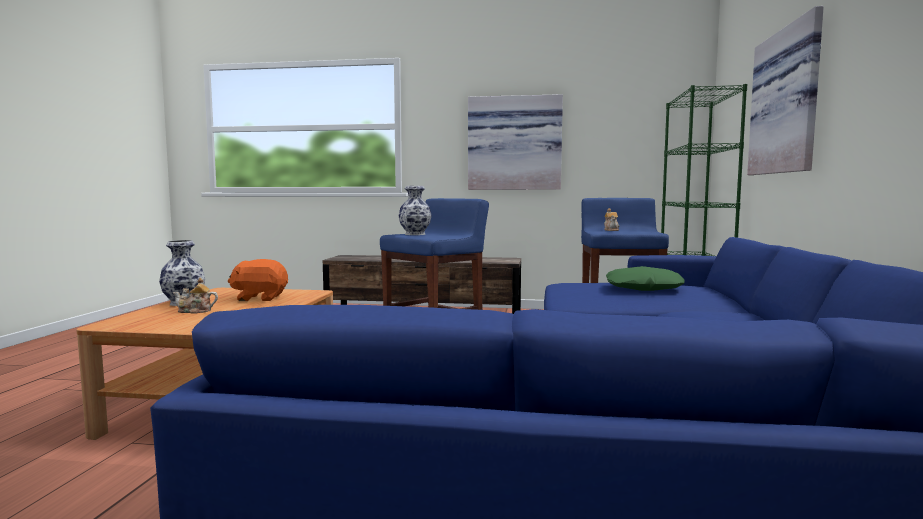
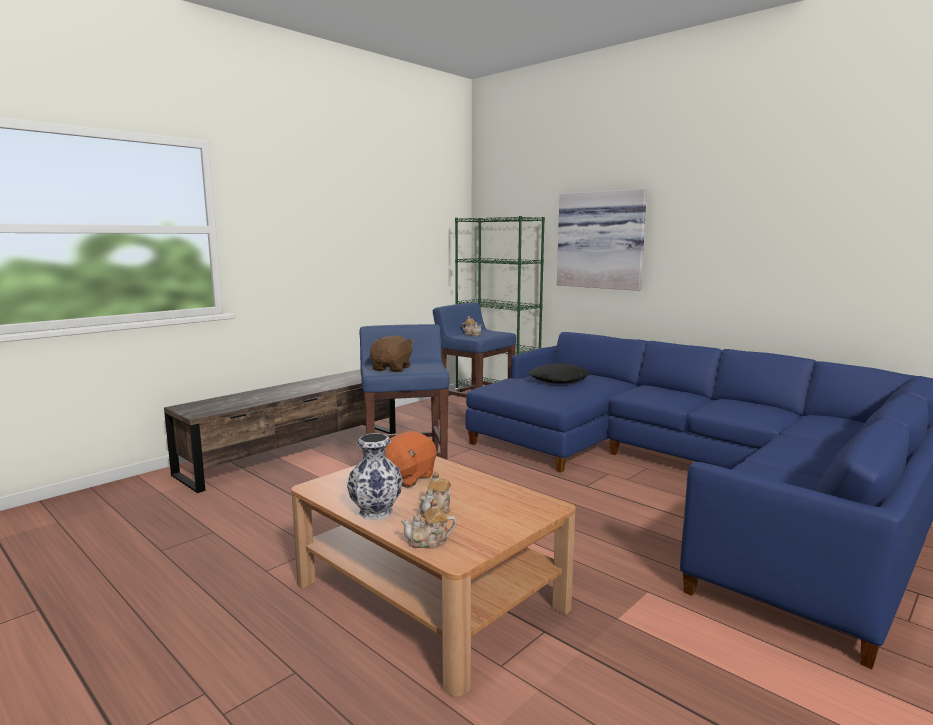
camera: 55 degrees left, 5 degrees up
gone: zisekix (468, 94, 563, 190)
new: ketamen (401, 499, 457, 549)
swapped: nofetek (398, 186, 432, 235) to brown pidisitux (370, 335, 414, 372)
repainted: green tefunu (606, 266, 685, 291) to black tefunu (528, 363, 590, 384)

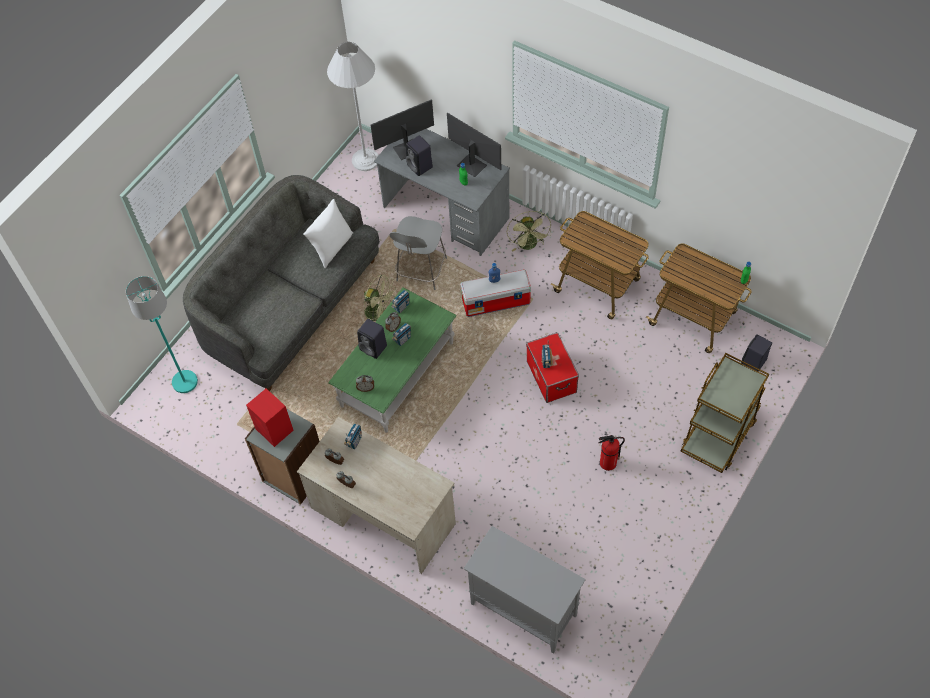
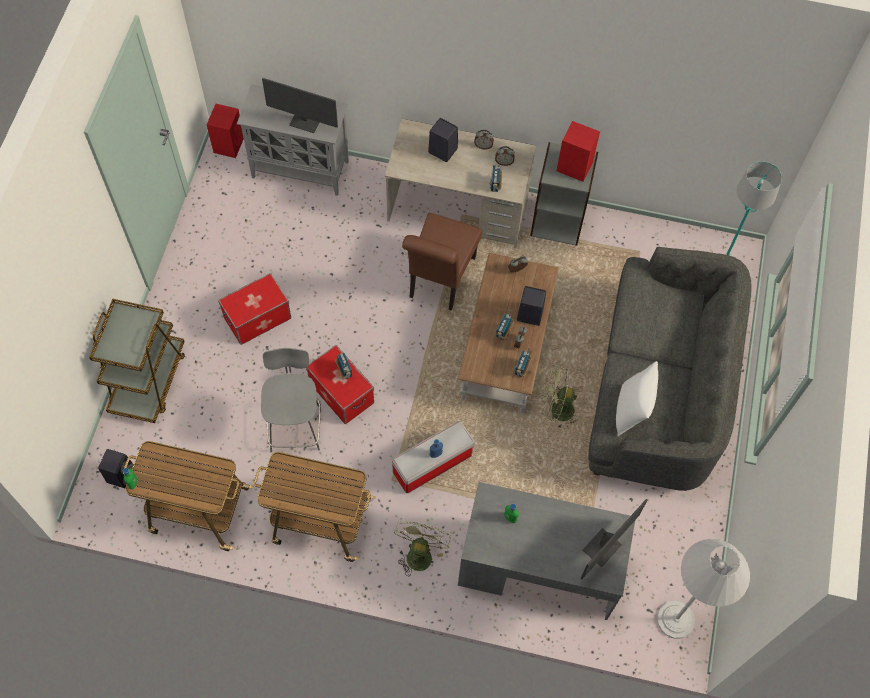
camera: 155 degrees right, 5 degrees up
new: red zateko (207, 104, 244, 158); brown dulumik (402, 213, 482, 311)
shifted: grey dulumik (389, 216, 447, 290) to (261, 348, 321, 452); black zateko (406, 136, 433, 176) to (428, 118, 458, 162); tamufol (447, 113, 501, 177) to (262, 78, 338, 133)
swapped: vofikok (599, 434, 625, 471) to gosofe (218, 273, 291, 345)
repainted: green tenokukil (328, 288, 457, 433) to brown tenokukil (458, 253, 559, 413)
rotated: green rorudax (507, 211, 551, 251) = (394, 521, 451, 576) 45 degrees clockwise

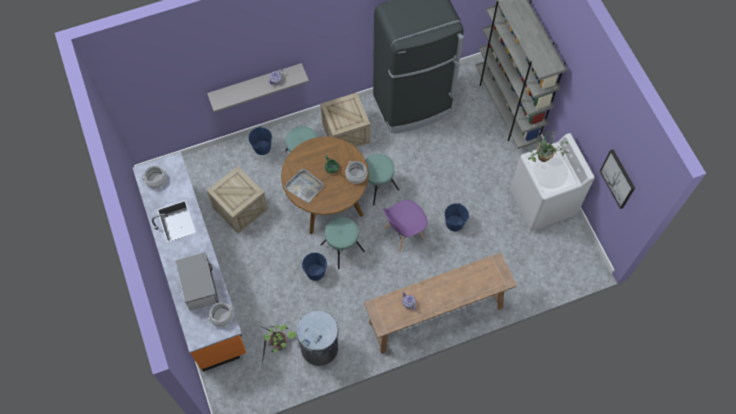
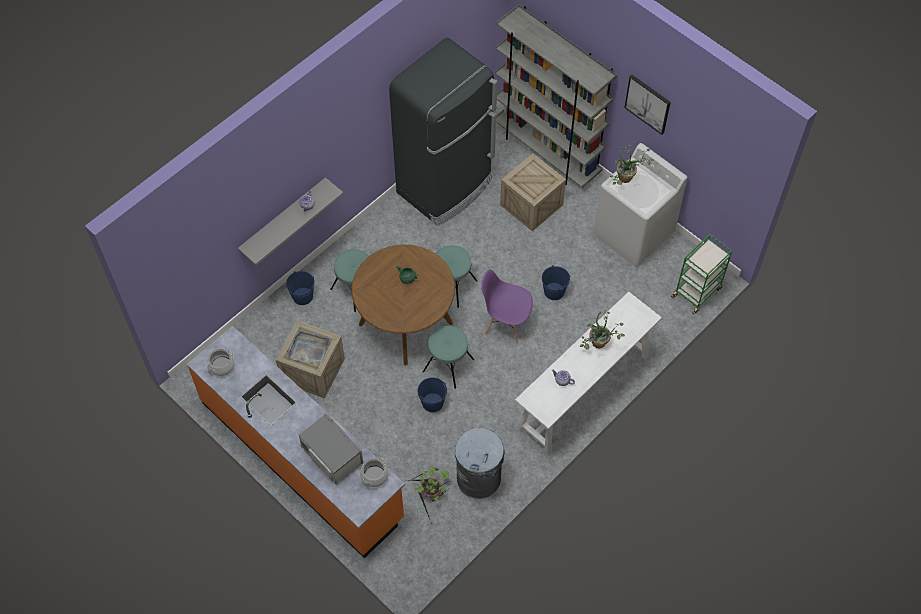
camera: 25 degrees left, 5 degrees down
gone: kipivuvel (345, 161, 367, 184)
new: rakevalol (580, 311, 625, 350); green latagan (671, 234, 732, 314)
shifted: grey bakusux (284, 169, 324, 203) to (287, 330, 330, 364); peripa (320, 93, 370, 147) to (500, 153, 566, 232); zisekix (600, 149, 635, 209) to (624, 75, 671, 135)
repainted: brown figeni (364, 252, 517, 354) to white figeni (515, 292, 662, 456)
rotated: purple dulumik (383, 200, 427, 253) = (481, 269, 533, 344) 75 degrees clockwise

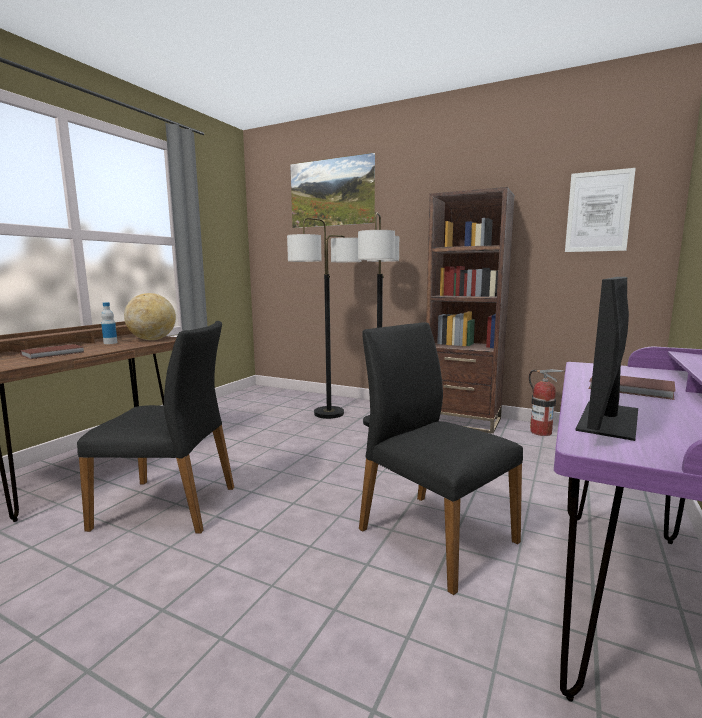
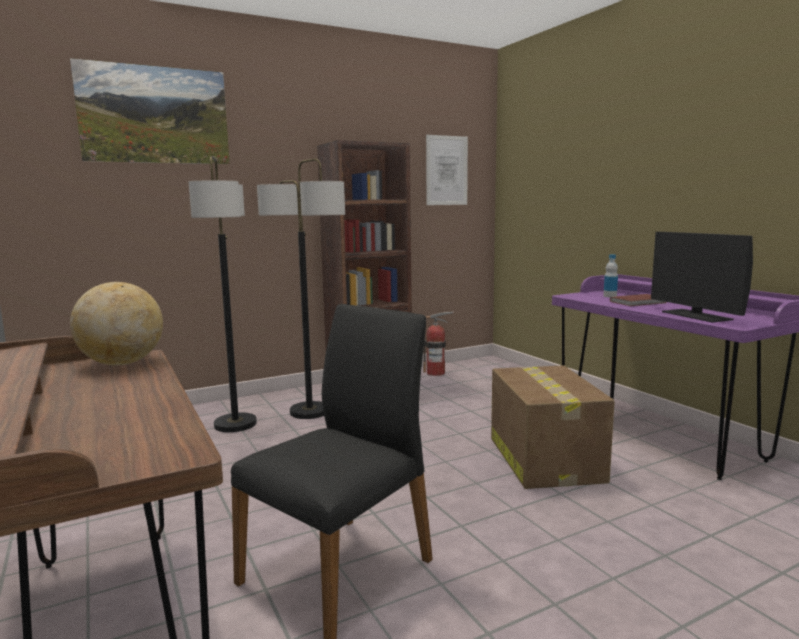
camera: 55 degrees left, 0 degrees up
gone: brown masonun (20, 344, 84, 359)
shifted: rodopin (101, 302, 118, 344) to (603, 254, 618, 297)
swapped: black dulumik (359, 322, 523, 595) to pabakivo (491, 365, 615, 489)

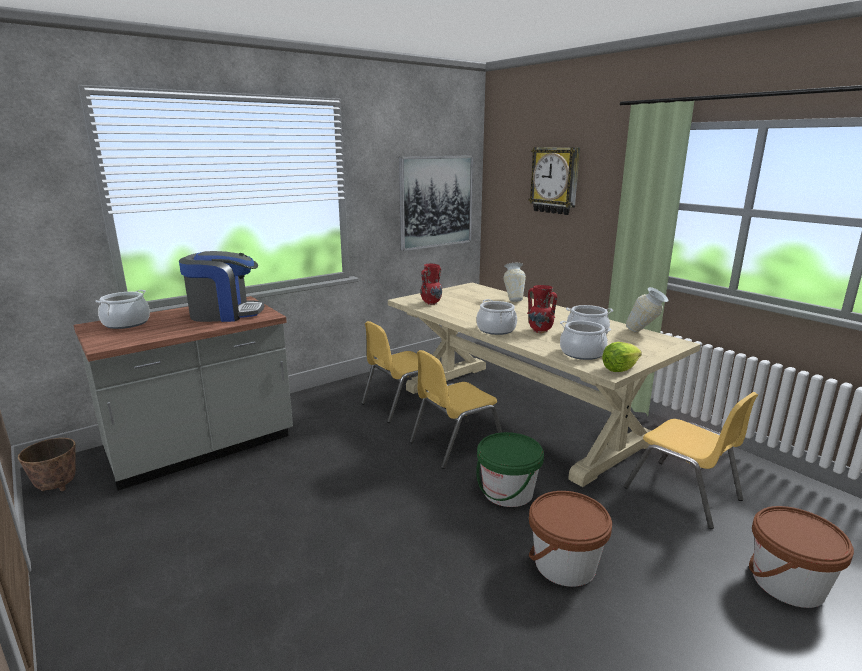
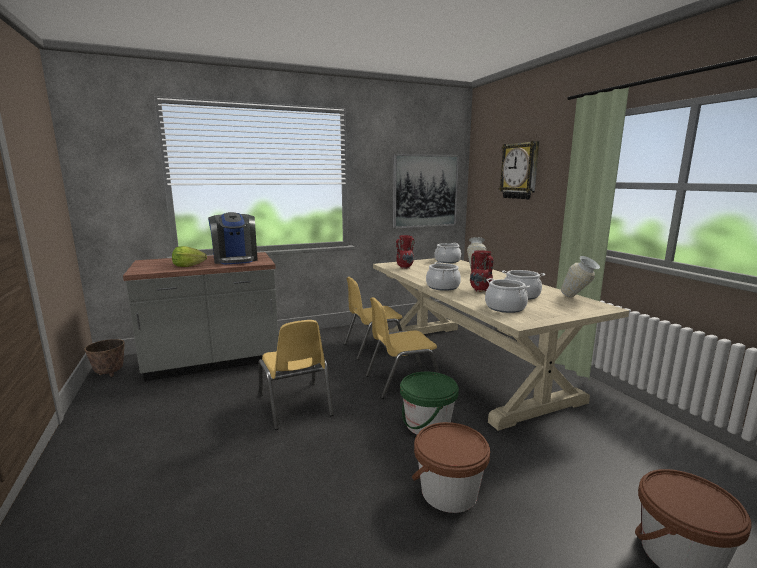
camera: 15 degrees right, 5 degrees down
shifted: kipivuvel (95, 290, 150, 329) to (435, 243, 461, 263); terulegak (602, 342, 642, 372) to (172, 246, 207, 267); yellow dulumik (624, 392, 758, 529) to (258, 320, 333, 430)
rotated: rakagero (179, 251, 265, 322) = (208, 212, 258, 265) 60 degrees clockwise

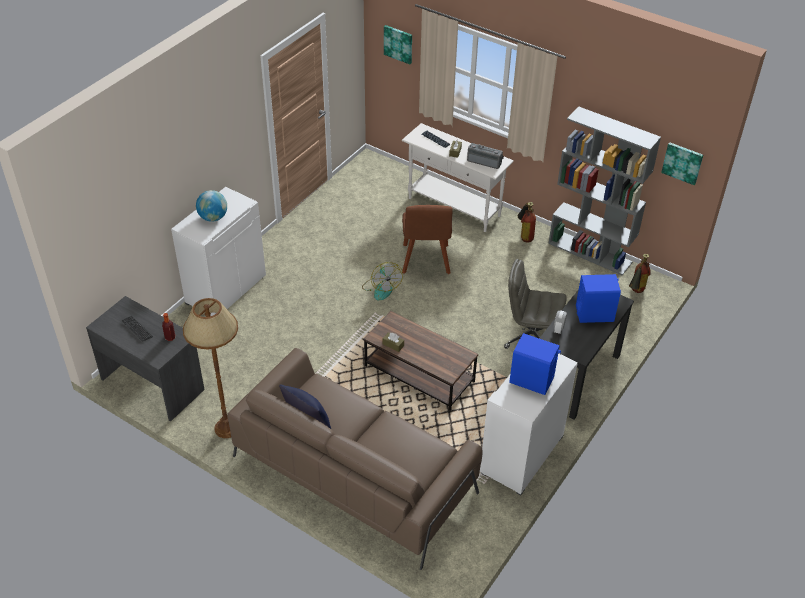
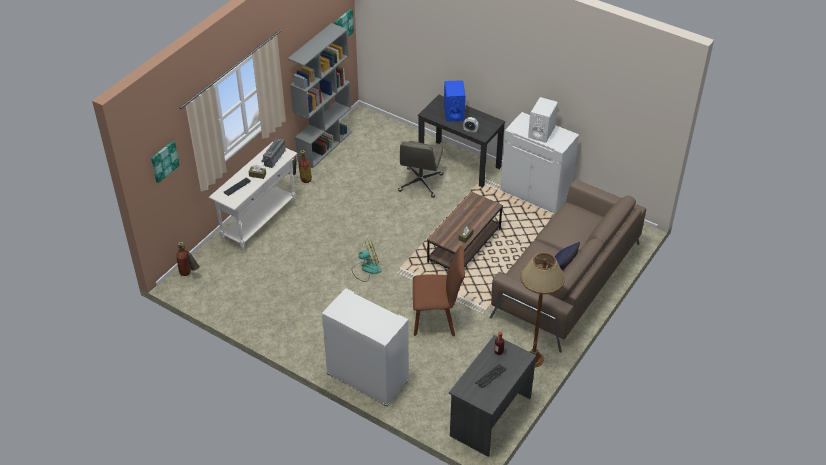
camera: 90 degrees left, 0 degrees up
gone: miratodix (196, 190, 227, 222)
shifted: brown dulumik (402, 205, 453, 274) to (413, 246, 465, 337); vofikok (629, 254, 651, 293) to (176, 242, 200, 276)
repainted: blue zateko (509, 333, 561, 395) to white zateko (528, 97, 558, 143)

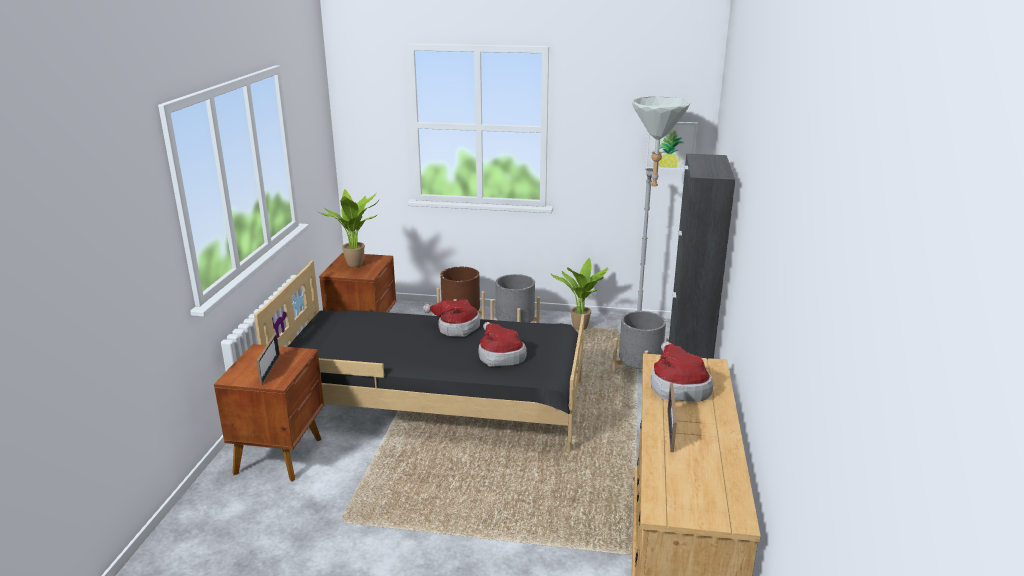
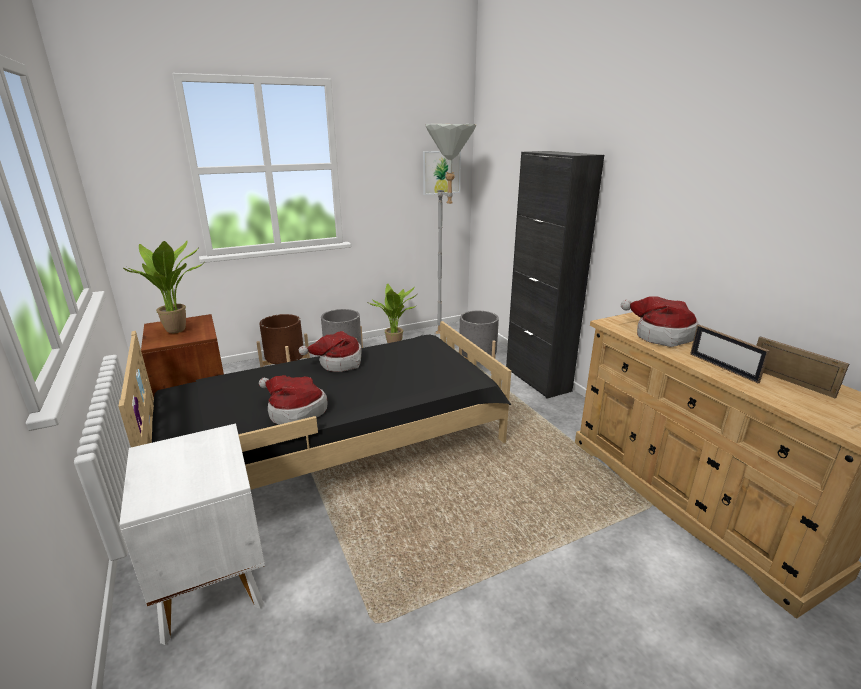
camera: 35 degrees left, 0 degrees up
shifted: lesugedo (256, 333, 280, 385) to (756, 336, 849, 398); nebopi (478, 322, 527, 367) to (259, 375, 328, 425)
repainted: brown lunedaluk (214, 344, 324, 482) to white lunedaluk (119, 423, 265, 645)

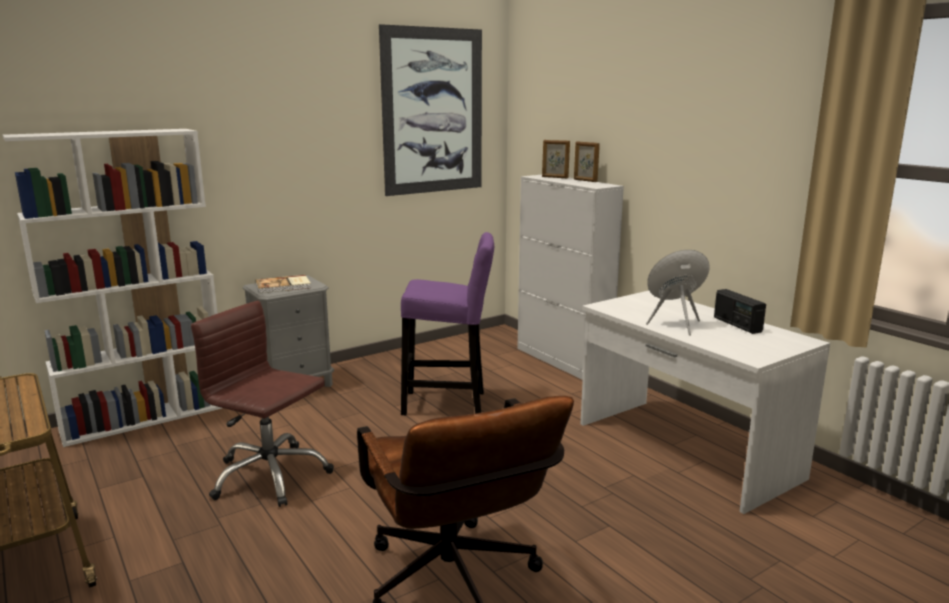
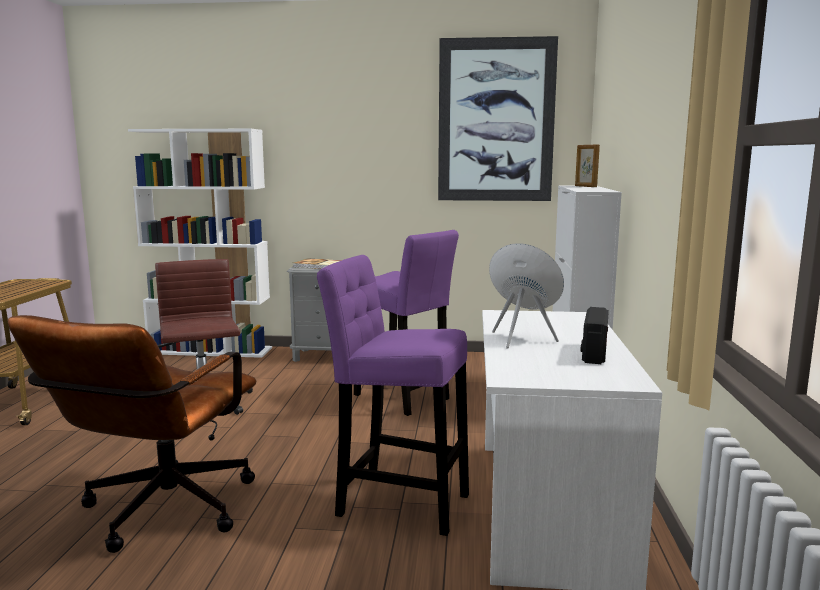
camera: 40 degrees right, 5 degrees down
gone: lesugedo (574, 141, 600, 182)
new: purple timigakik (317, 255, 469, 536)

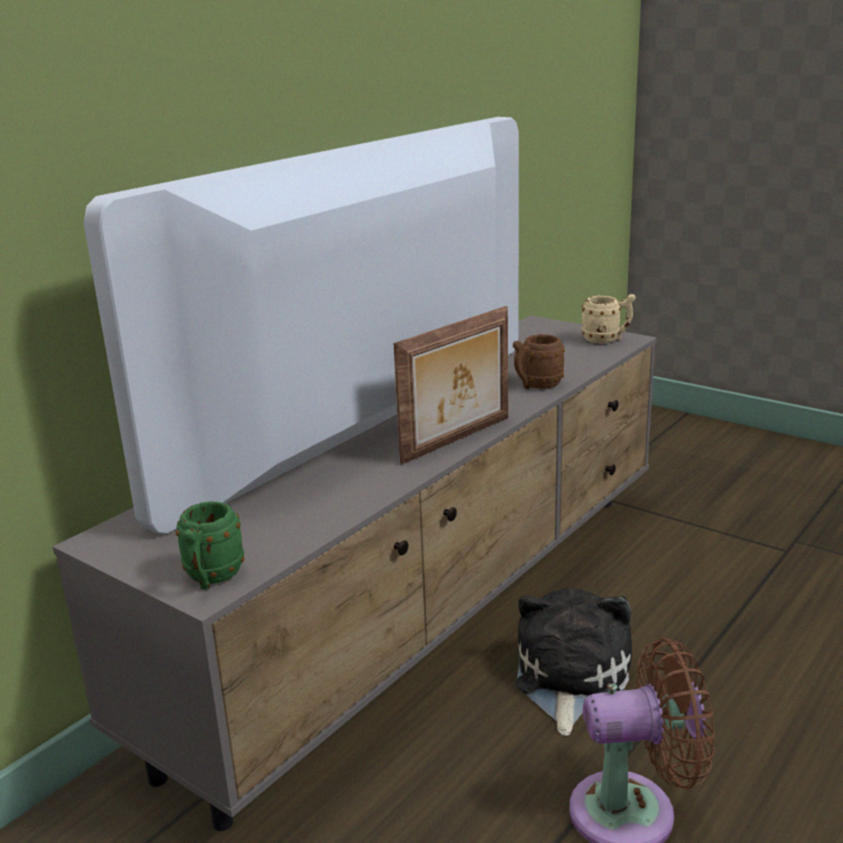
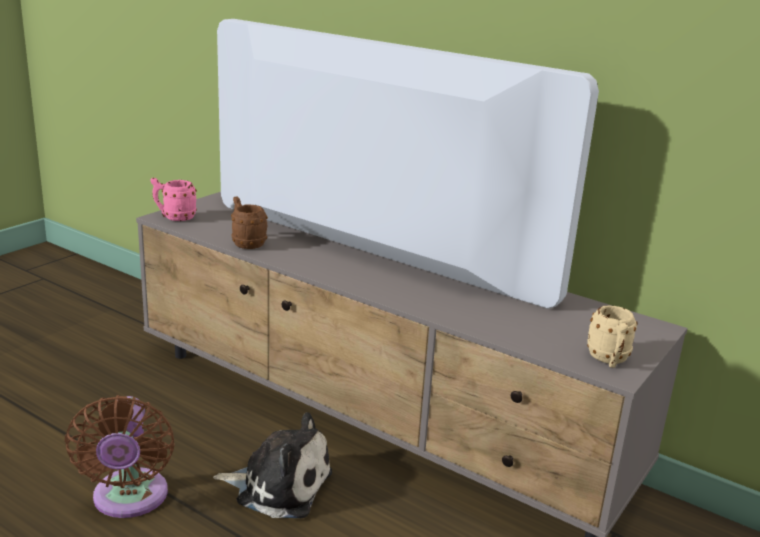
camera: 85 degrees right, 0 degrees up
gone: lesugedo (394, 306, 508, 464)
shifted: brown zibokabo (513, 334, 565, 389) to (231, 197, 268, 249)
repainted: green zibokabo (176, 501, 244, 590) to pink zibokabo (150, 178, 197, 221)

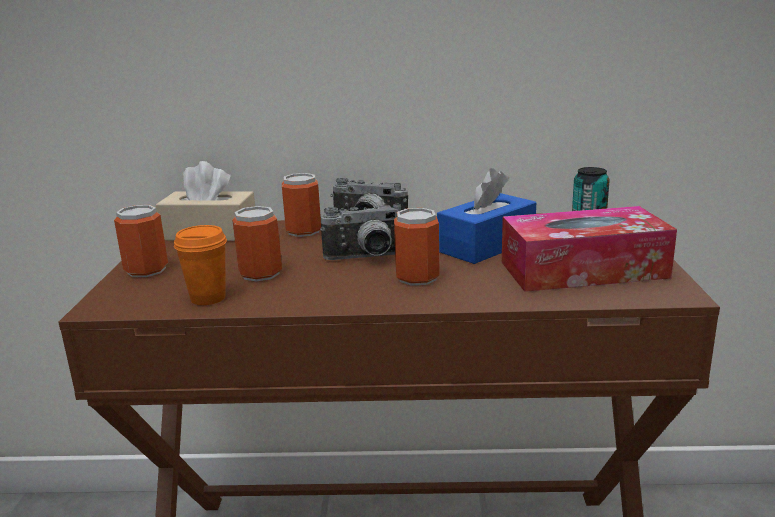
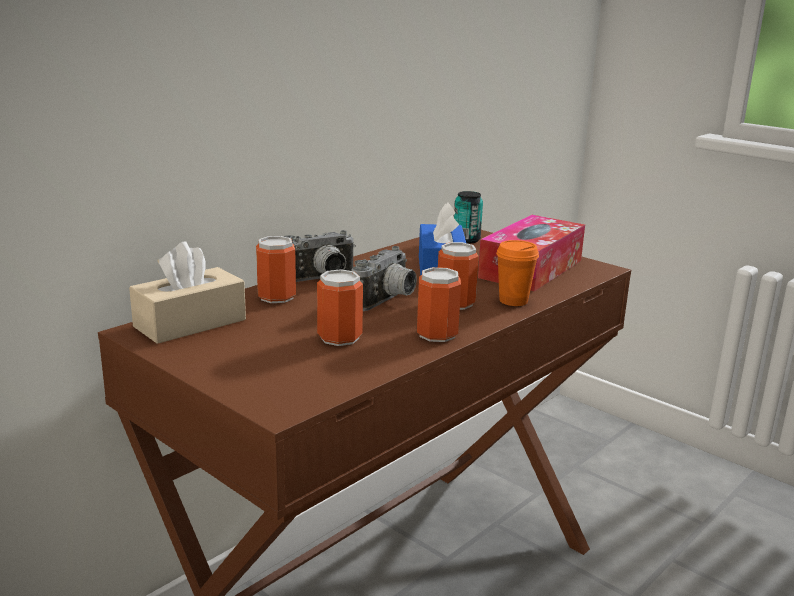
camera: 50 degrees left, 0 degrees up
shifted: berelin (114, 205, 168, 277) to (417, 267, 461, 342); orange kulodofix (174, 225, 227, 305) to (496, 240, 539, 306)

